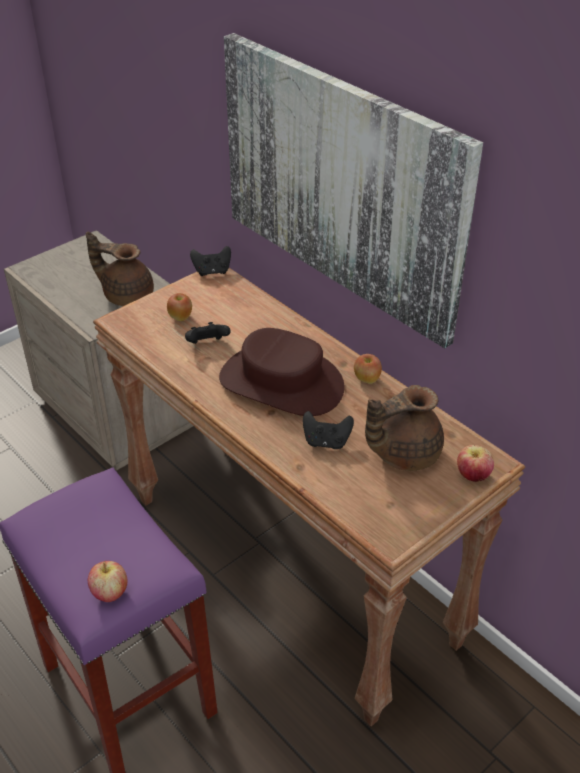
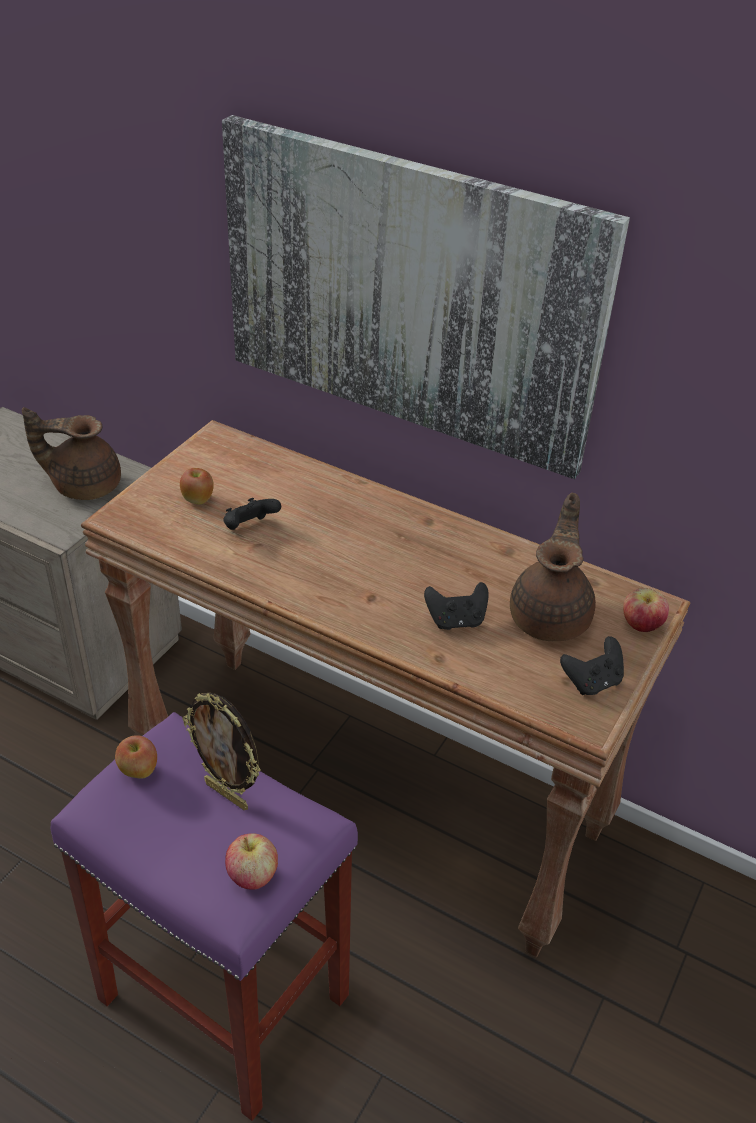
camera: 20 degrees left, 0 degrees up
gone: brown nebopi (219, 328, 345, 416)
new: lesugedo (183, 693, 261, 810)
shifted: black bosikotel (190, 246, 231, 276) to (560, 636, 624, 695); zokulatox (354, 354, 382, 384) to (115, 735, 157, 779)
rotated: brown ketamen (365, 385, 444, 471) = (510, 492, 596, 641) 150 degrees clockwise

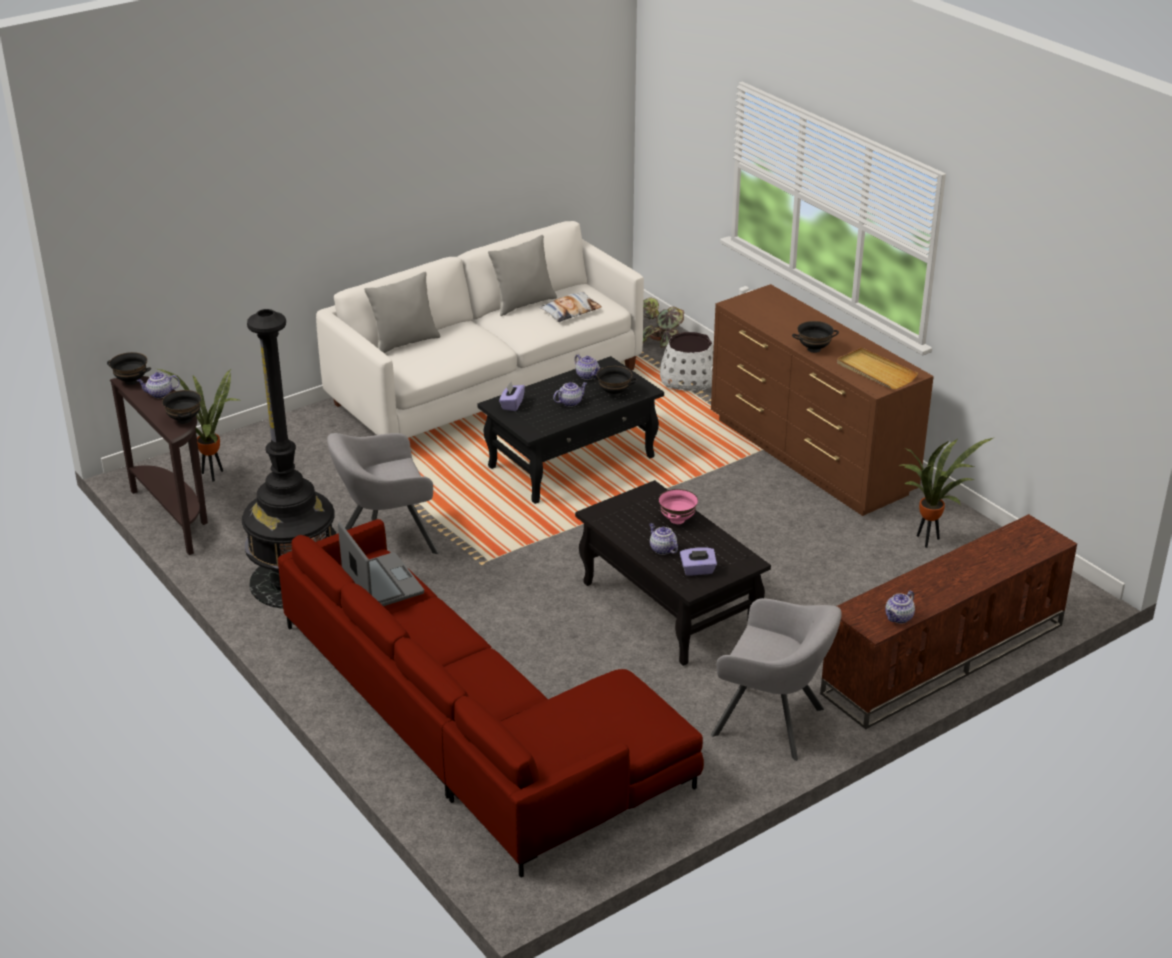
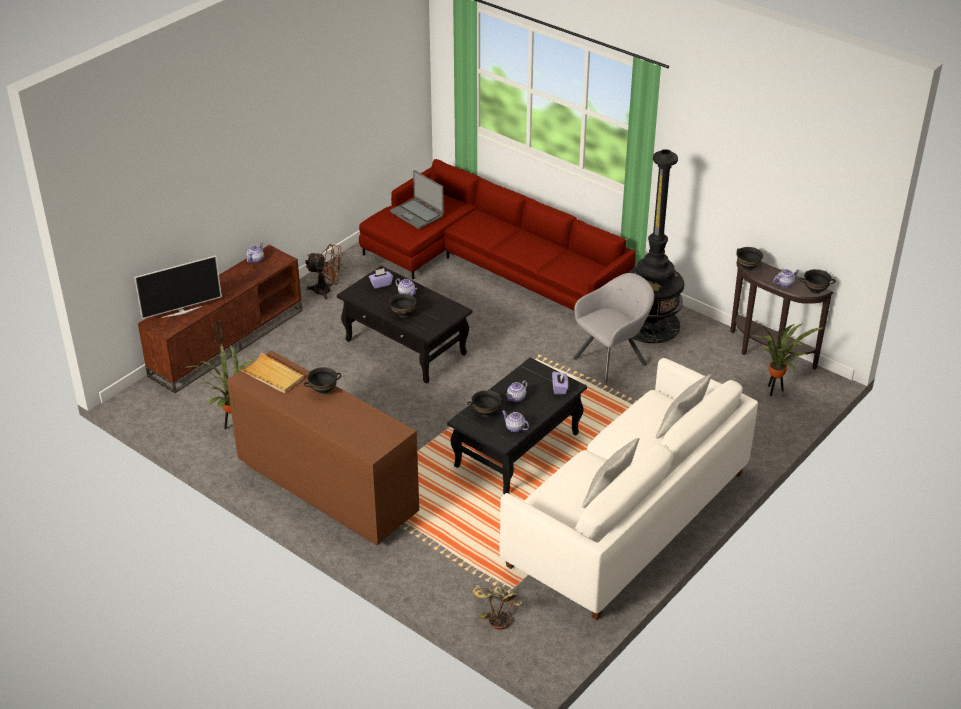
camera: 165 degrees right, 5 degrees up
gone: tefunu (539, 292, 602, 322); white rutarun (660, 332, 714, 391)
new: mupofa (134, 256, 222, 319)
shifted: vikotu (338, 522, 424, 606) to (390, 170, 444, 229)
swapped: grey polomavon (711, 598, 842, 761) to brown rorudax (305, 244, 343, 299)
repainted: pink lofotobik (659, 489, 698, 524) to black lofotobik (390, 294, 416, 318)

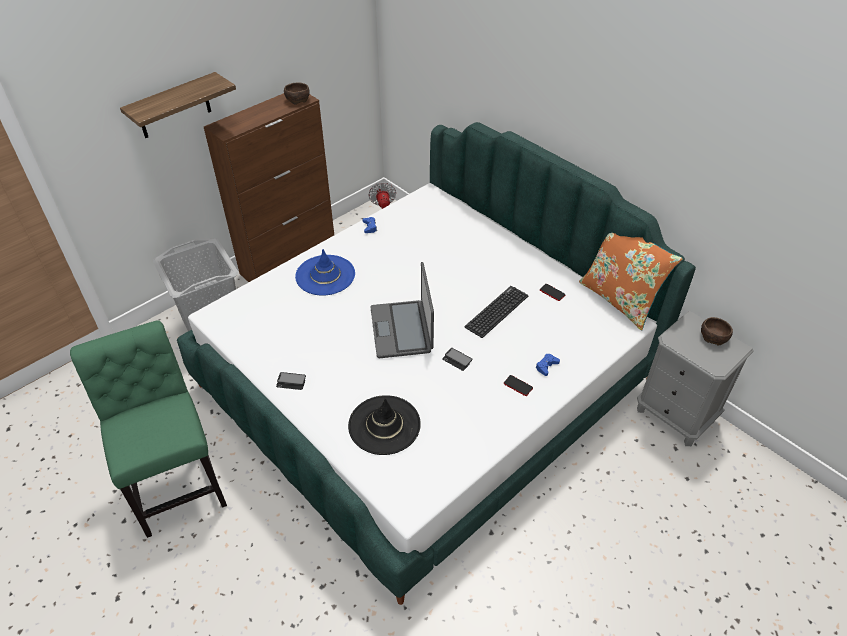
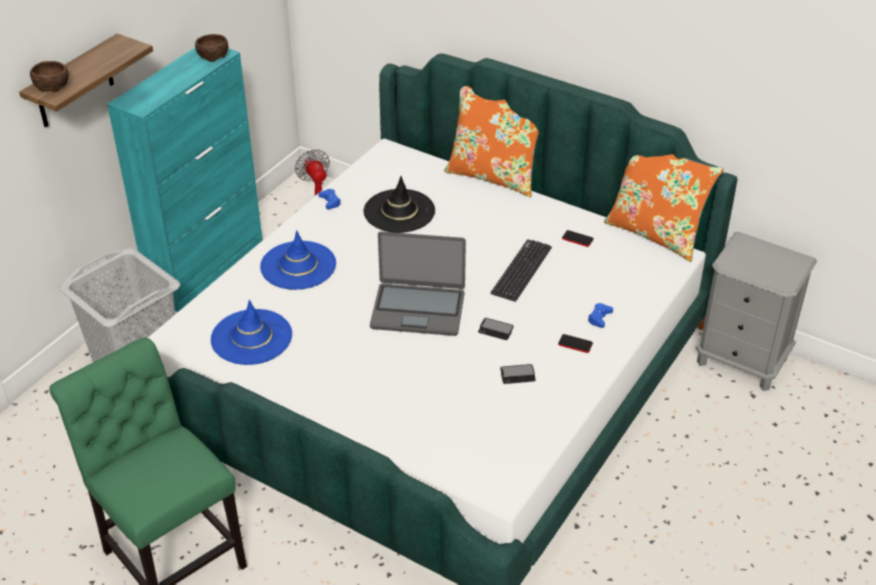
camera: 15 degrees left, 5 degrees down
new: blue nebopi (211, 300, 292, 365); orange tefunu (444, 86, 539, 197)
shifted: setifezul (276, 372, 306, 390) to (500, 364, 536, 384); black nebopi (348, 395, 421, 455) to (364, 176, 435, 233); brown lofotobik (701, 317, 733, 346) to (30, 61, 69, 92)
repainted: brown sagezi (204, 93, 334, 282) to turquoise sagezi (107, 48, 263, 312)
rotated: vikotu (371, 262, 434, 358) = (370, 232, 466, 336) 60 degrees counterclockwise

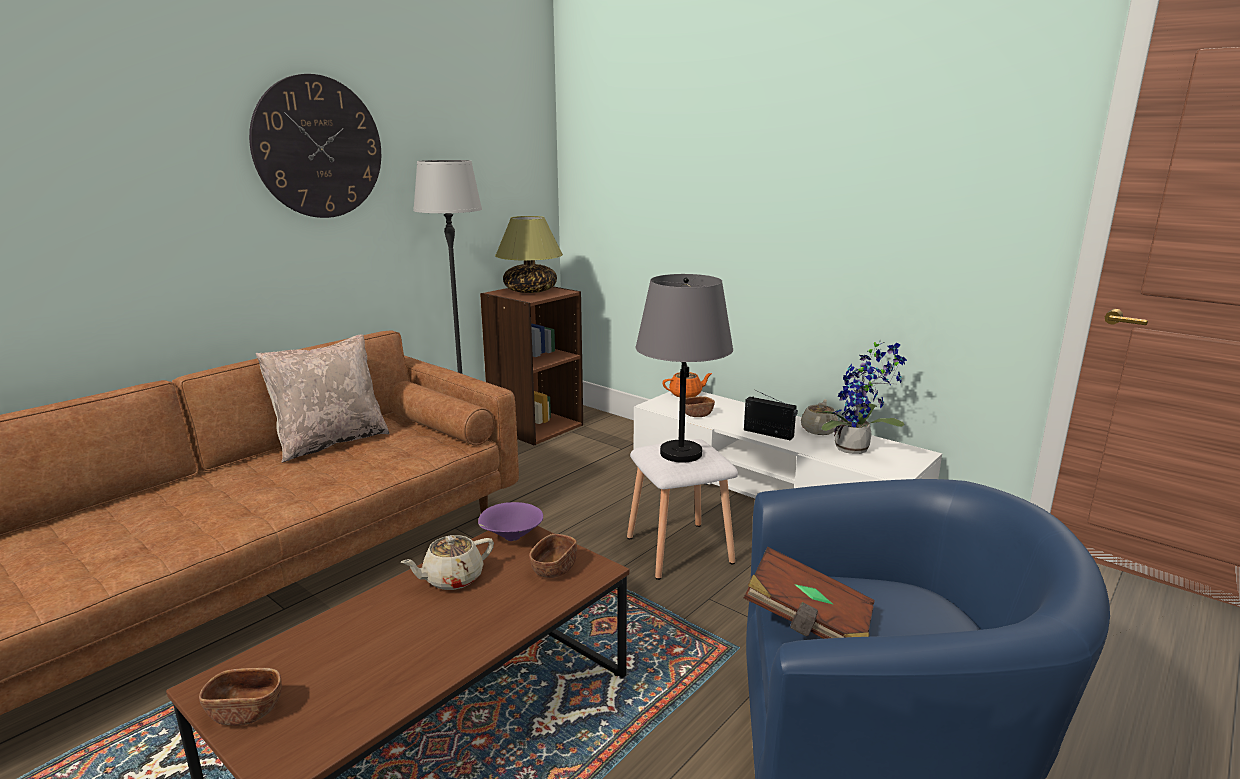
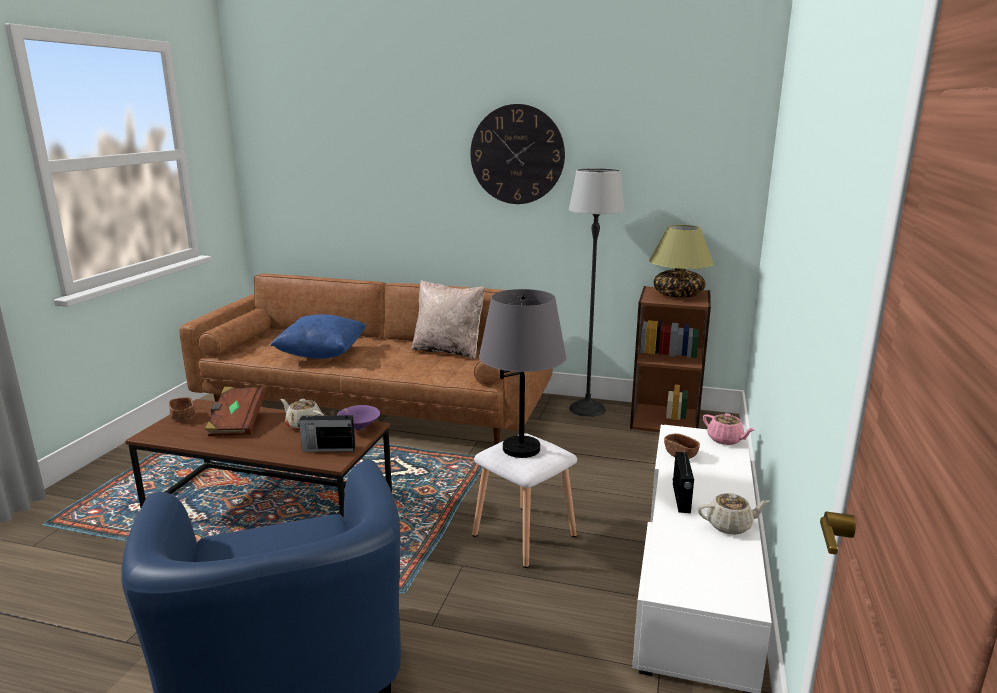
camera: 65 degrees right, 0 degrees up
gone: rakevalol (818, 339, 907, 454)
new: blue tefunu (271, 314, 366, 359)
shifted: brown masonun (744, 547, 875, 639) to (205, 387, 266, 436)
swapped: brown lofotobik (529, 534, 577, 578) to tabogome (298, 409, 355, 452)
repainted: orange ketamen (662, 372, 712, 398) to pink ketamen (703, 413, 755, 445)

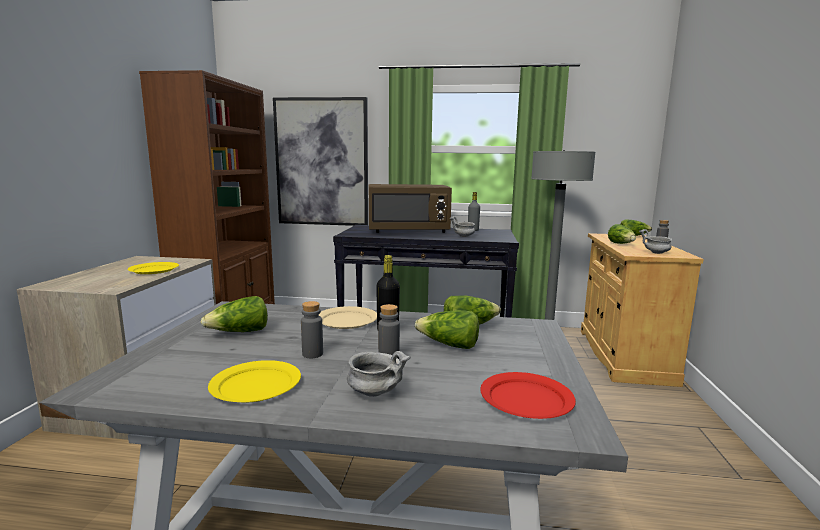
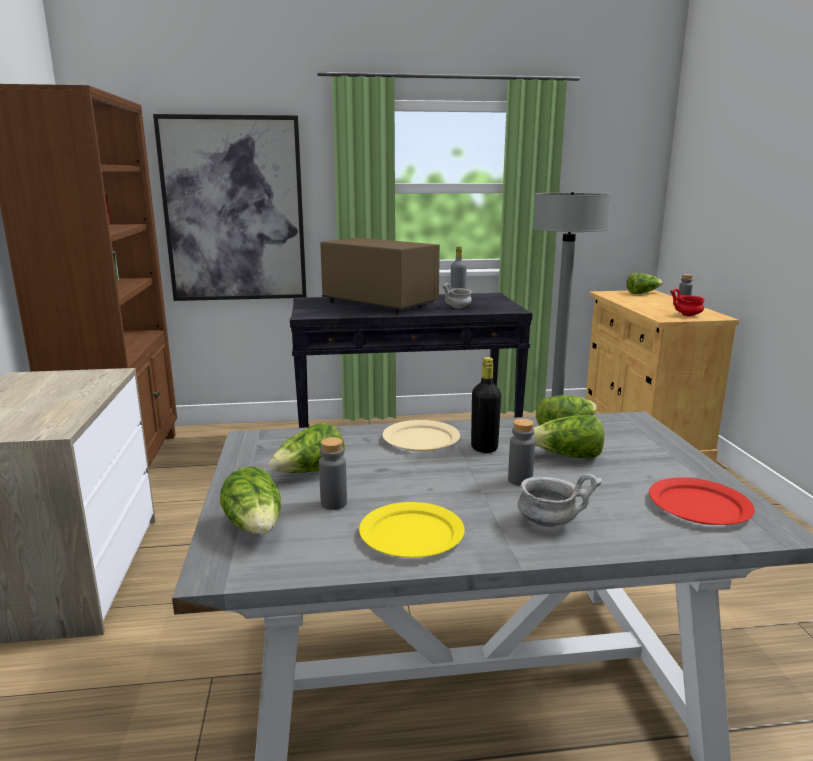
camera: 15 degrees left, 5 degrees up
gone: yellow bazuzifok (127, 262, 179, 274)
shifted: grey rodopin (301, 301, 323, 358) to (319, 437, 347, 510); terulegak (608, 224, 636, 244) to (220, 466, 281, 535)
repainted: grey lofotobik (639, 229, 672, 254) to red lofotobik (670, 289, 705, 316)
rotated: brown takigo (369, 184, 452, 233) = (320, 238, 440, 313) 120 degrees counterclockwise

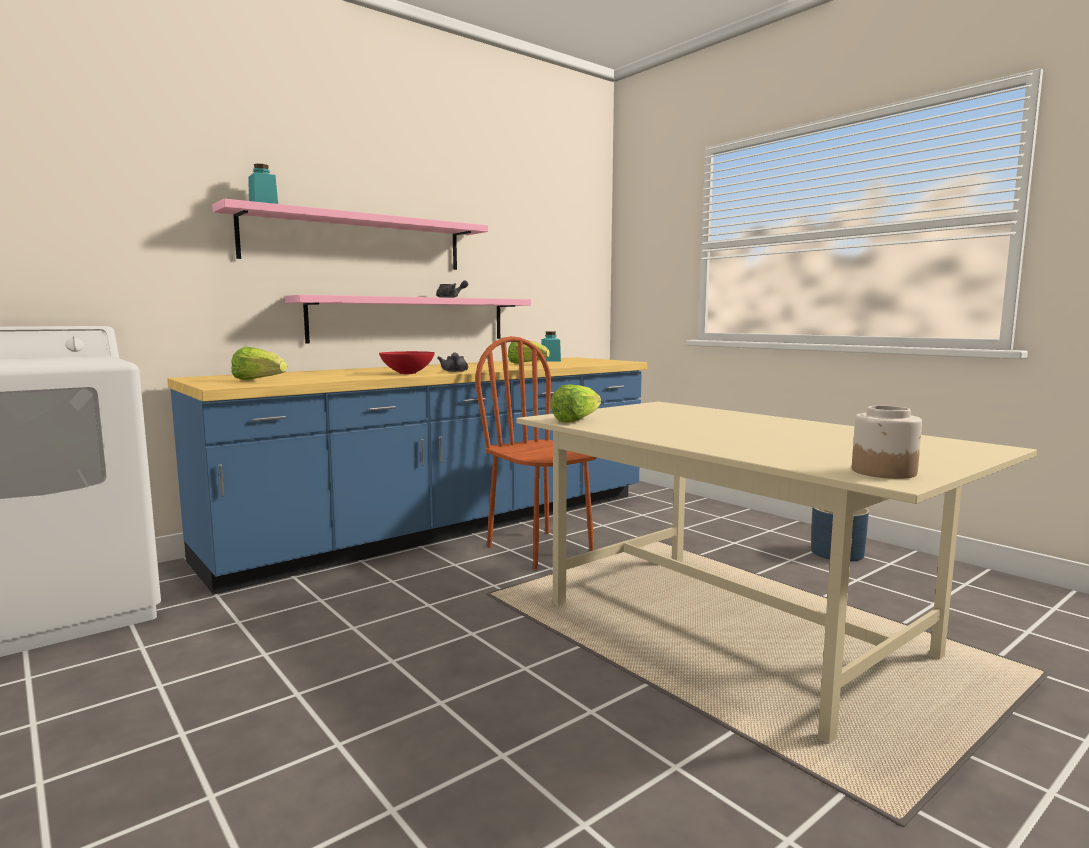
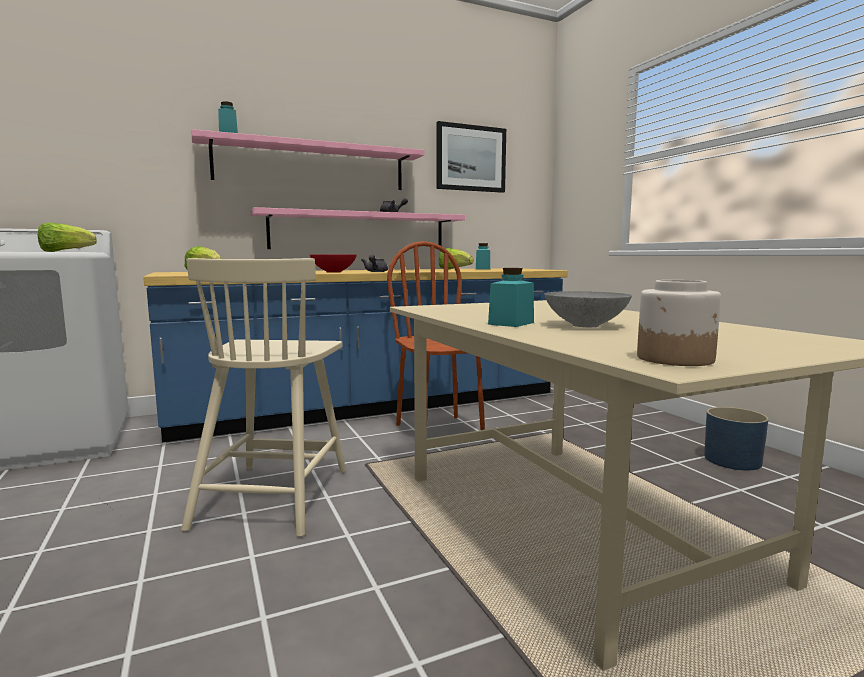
camera: 15 degrees right, 0 degrees up
new: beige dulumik (181, 258, 346, 537); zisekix (436, 121, 506, 193); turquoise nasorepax (488, 268, 534, 327); grey lofotobik (544, 291, 632, 327)
shifted: terulegak (550, 384, 601, 423) to (38, 222, 97, 252)

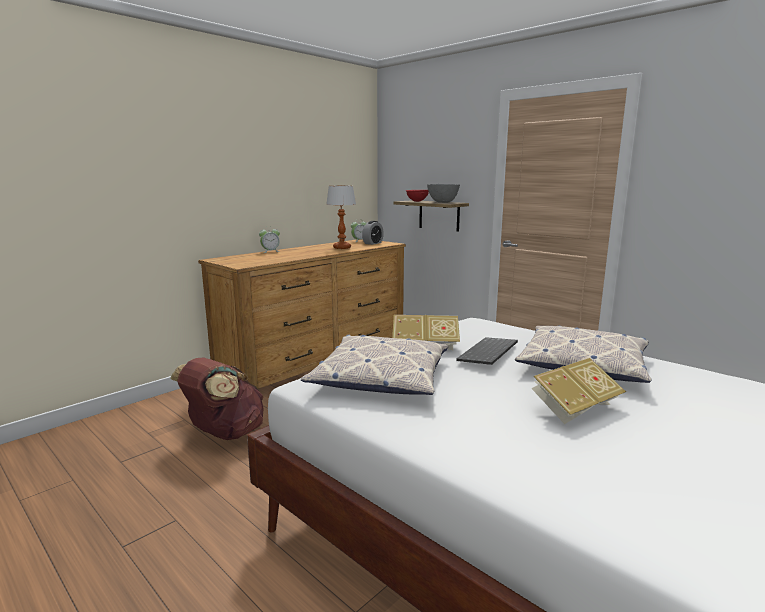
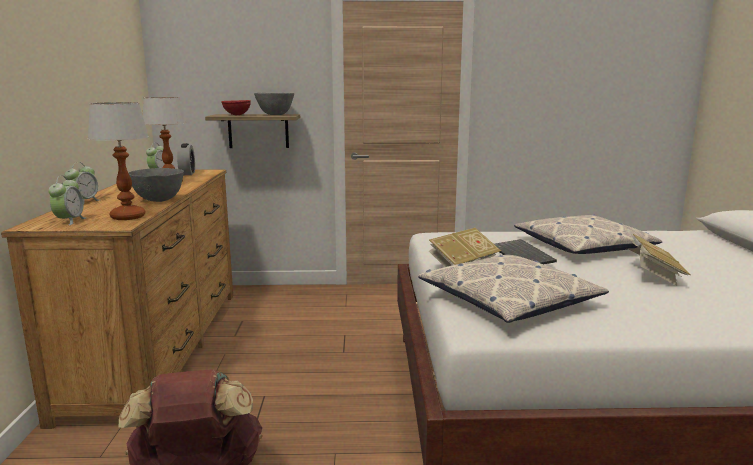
camera: 45 degrees left, 0 degrees up
new: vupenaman (48, 176, 86, 225); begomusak (88, 102, 149, 220); grey lofotobik (128, 168, 184, 202)

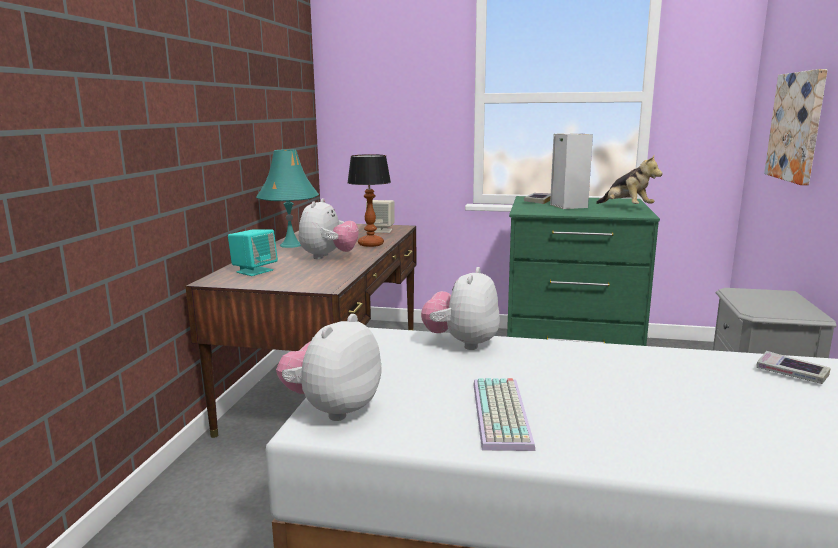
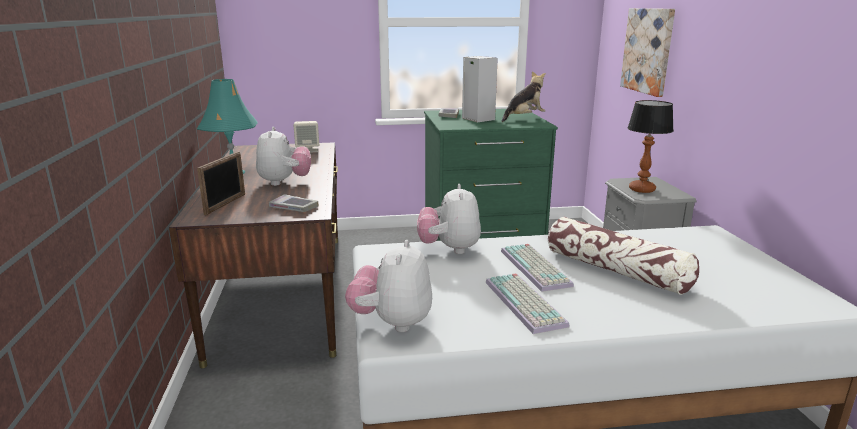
camera: 20 degrees left, 5 degrees up
new: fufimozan (501, 244, 574, 292); tefunu (548, 217, 699, 295)
shifted: begomusak (347, 154, 391, 247) to (628, 100, 674, 193); masonun (756, 351, 831, 384) to (269, 194, 318, 212)
swapped: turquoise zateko (228, 229, 278, 276) to lesugedo (197, 151, 245, 215)
rotated: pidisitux (596, 155, 663, 204) = (502, 71, 546, 122) 75 degrees counterclockwise

